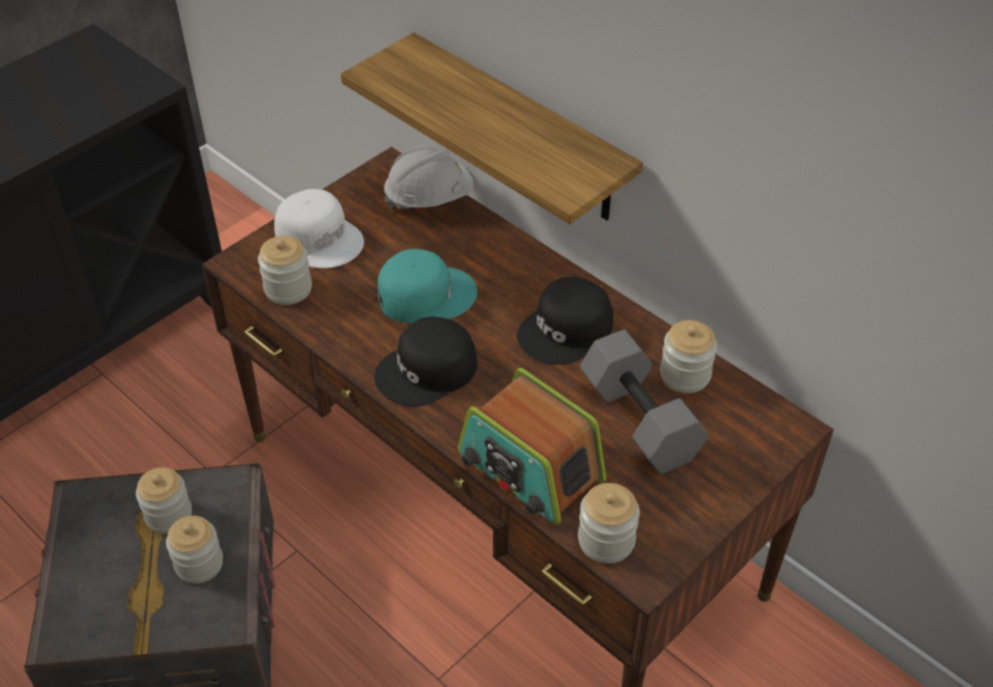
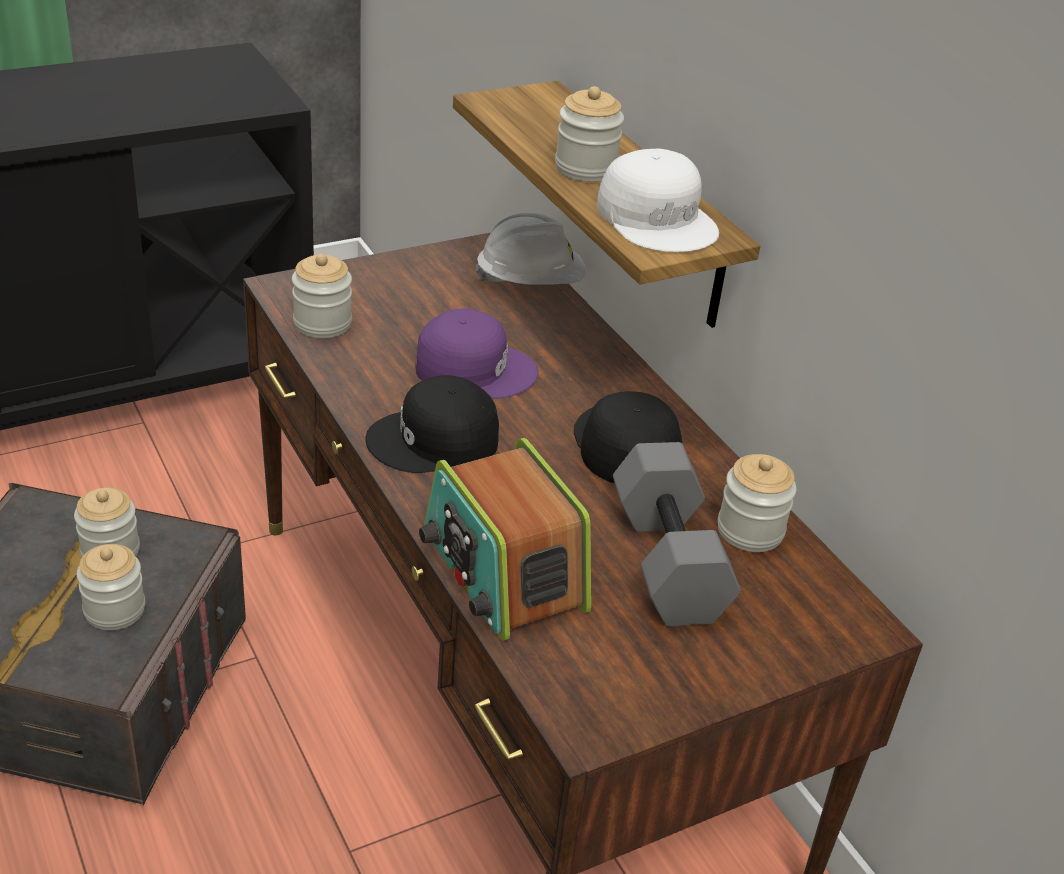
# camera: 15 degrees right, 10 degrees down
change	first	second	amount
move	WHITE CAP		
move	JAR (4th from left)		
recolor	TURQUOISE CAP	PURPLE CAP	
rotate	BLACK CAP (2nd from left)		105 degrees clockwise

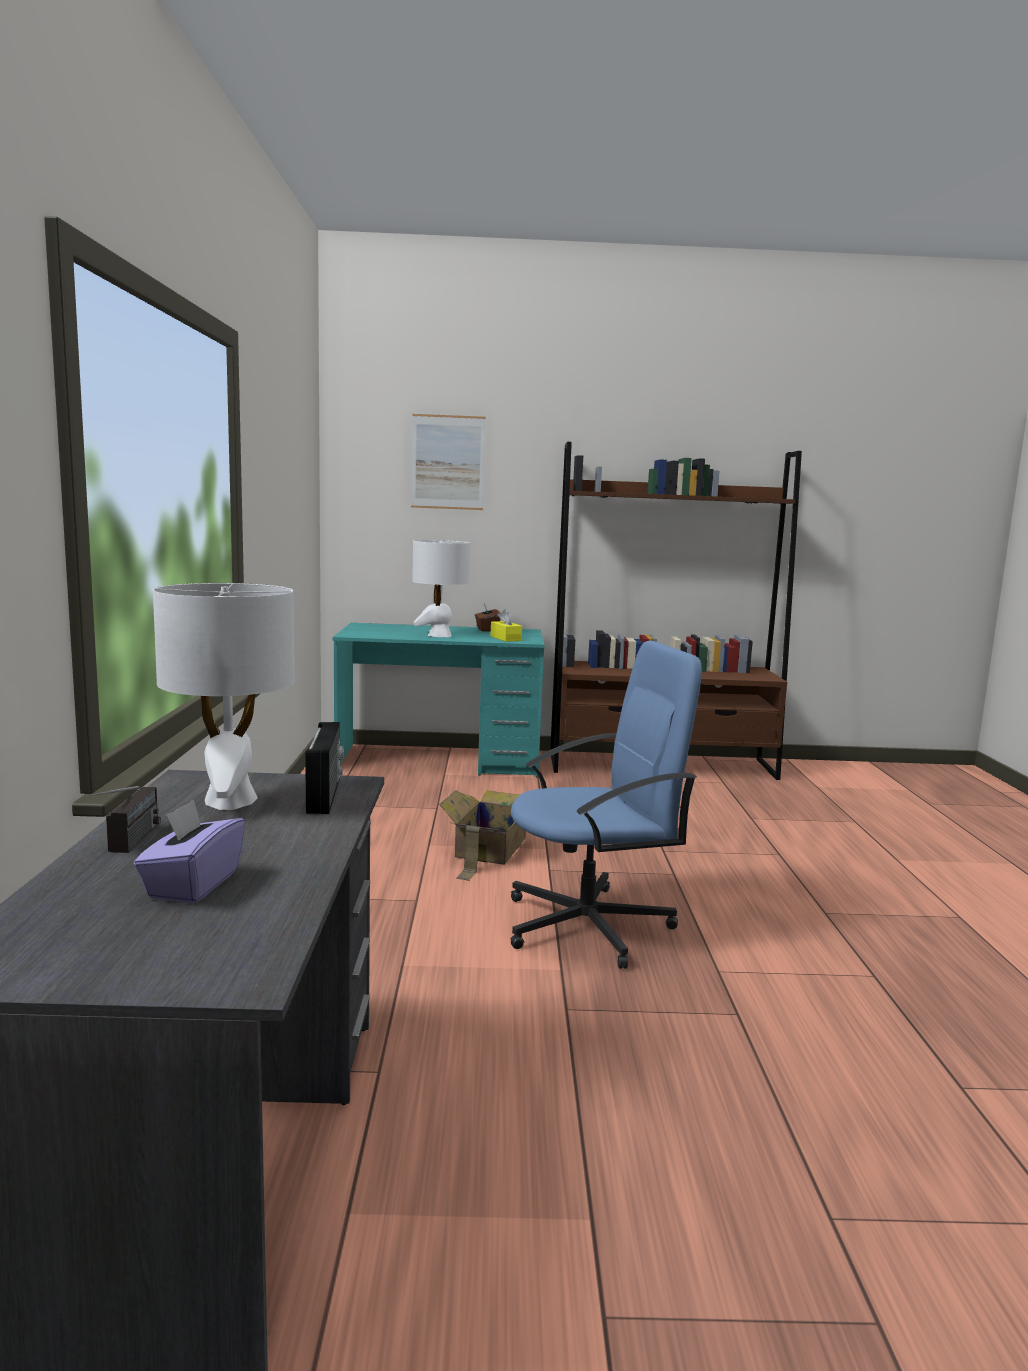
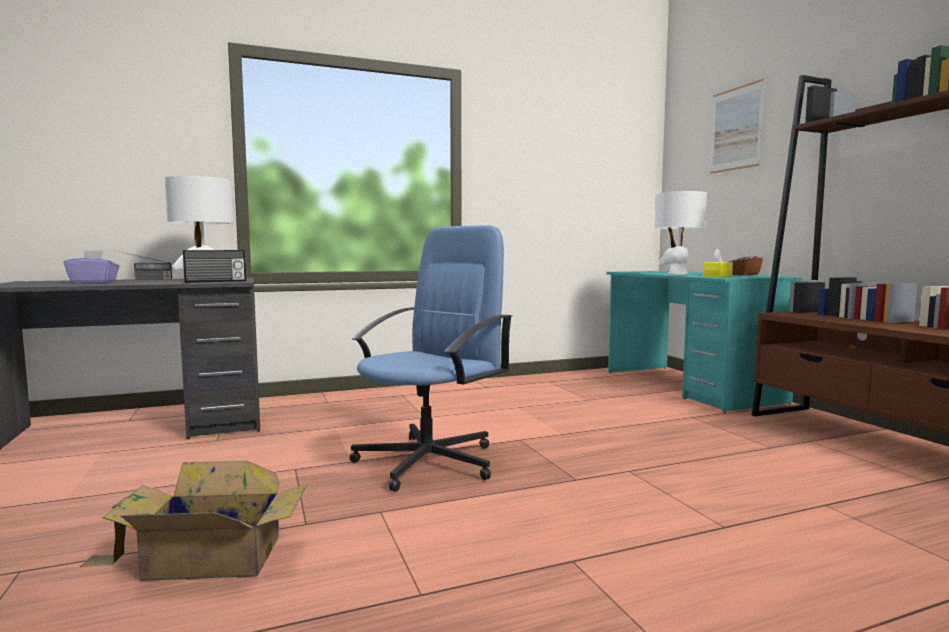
# camera: 70 degrees right, 5 degrees down
change	first	second	amount
move	CARDBOARD BOX		
rotate	BLUE OFFICE CHAIR		105 degrees counterclockwise

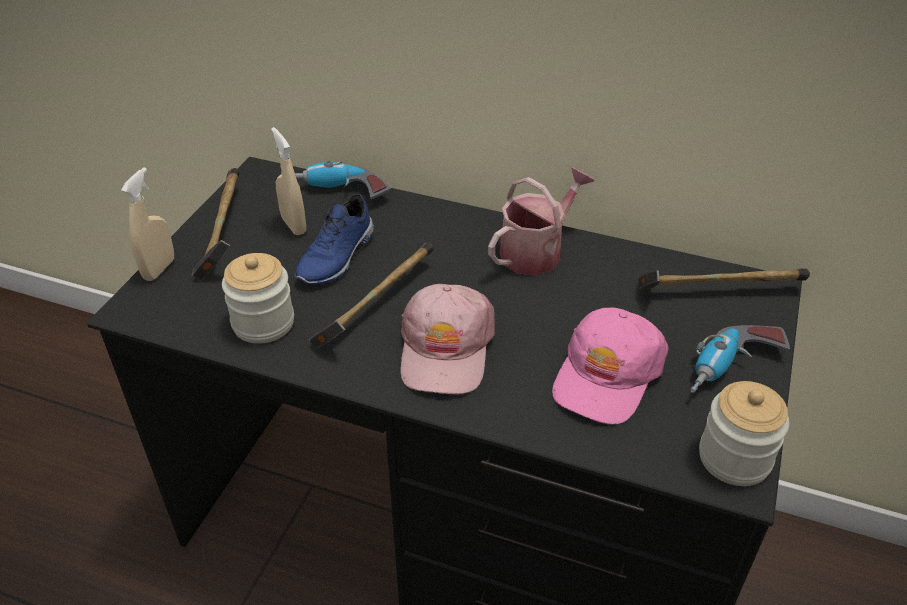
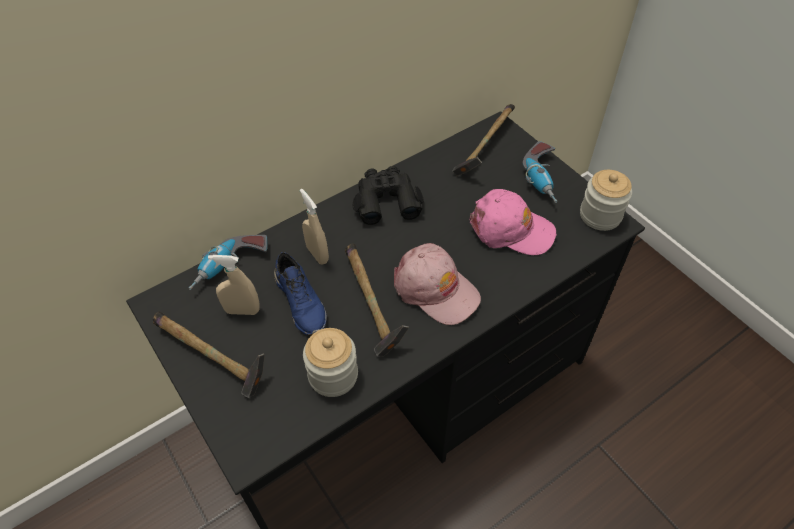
# camera: 55 degrees left, 10 degrees up
change	first	second	amount
move	BEIGE SPRAY BOTTLE (1st from left in the first image)	BEIGE SPRAY BOTTLE (2nd from left)	
replace	WATERING CAN	BLACK BINOCULARS	
rotate	PINK CAP (2nd from left)		45 degrees counterclockwise

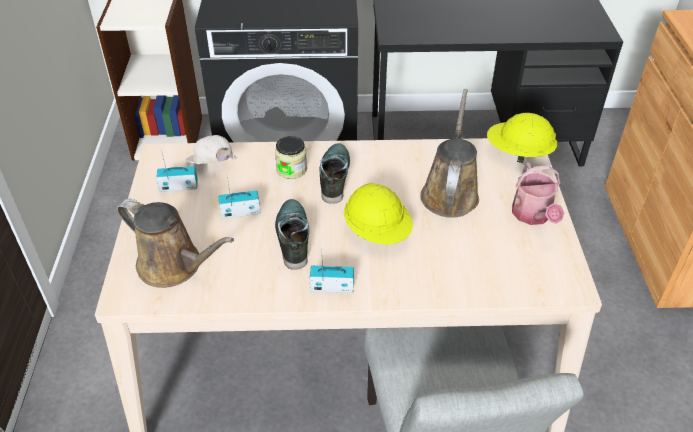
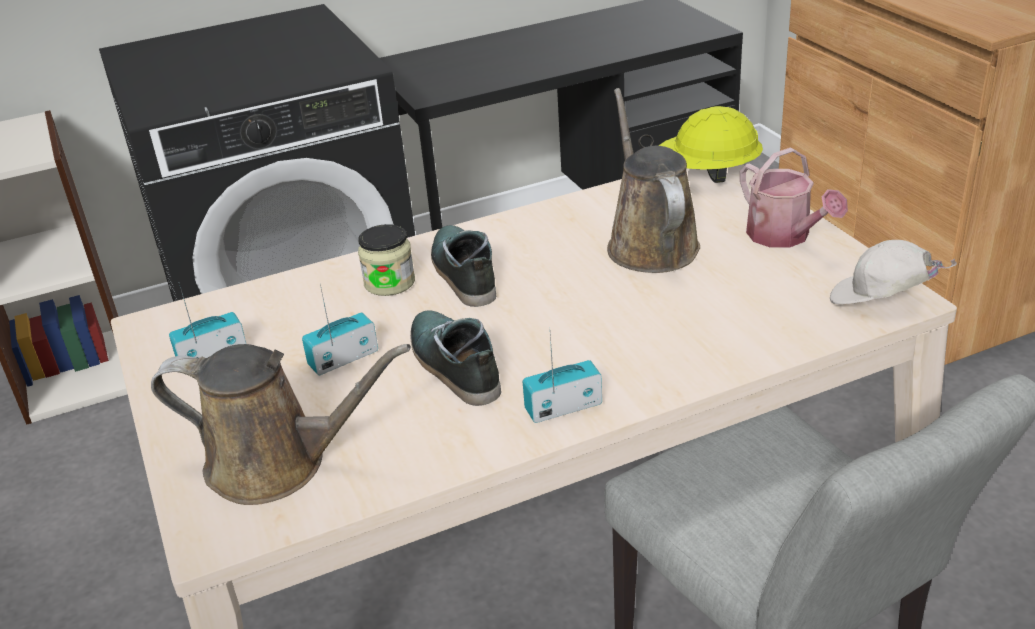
# camera: 20 degrees left, 10 degrees down
change	first	second	amount
delete	YELLOW HARD HAT (1st from left)		
move	WHITE CAP		

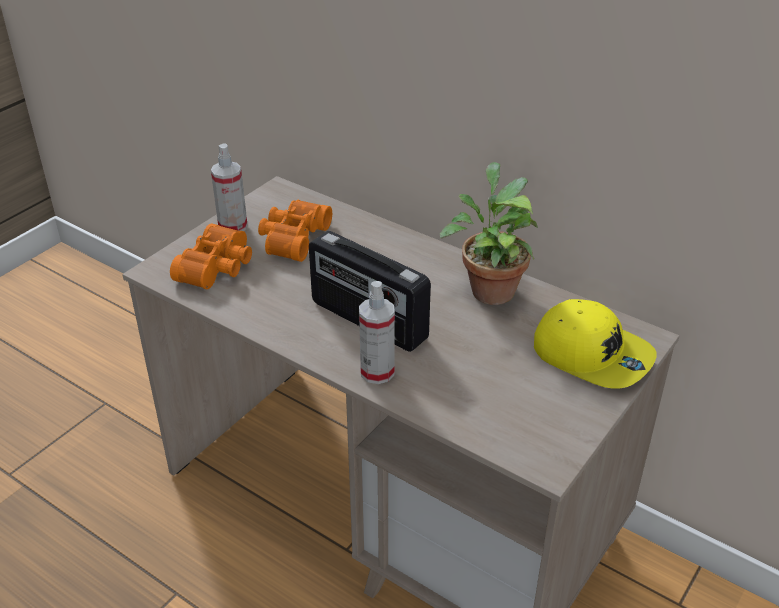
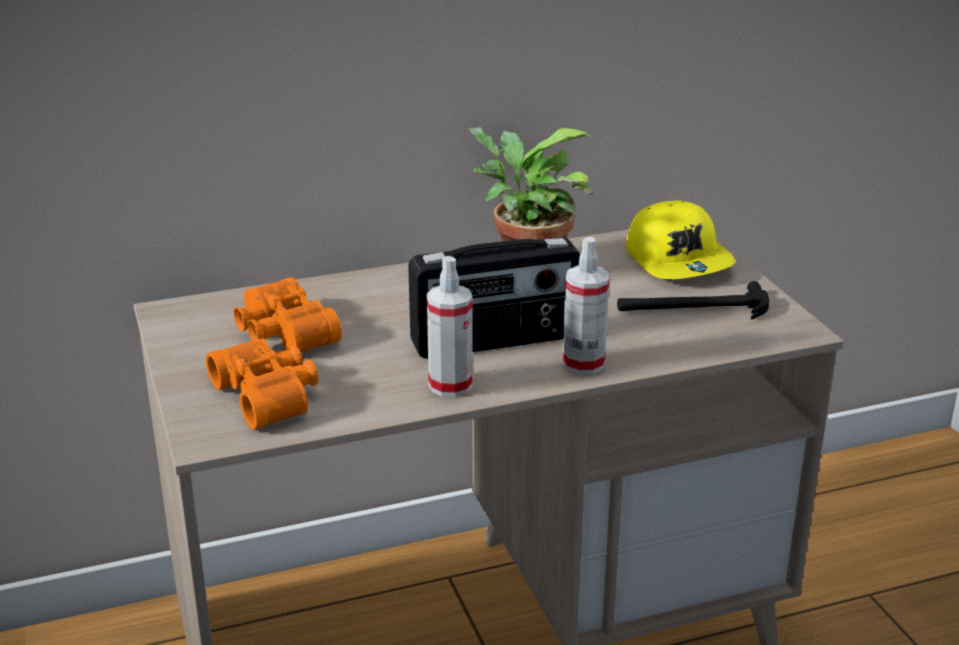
# camera: 55 degrees left, 10 degrees down
change	first	second	amount
insert		HAMMER	
move	SPRAY BOTTLE (1st from left)		
rotate	YELLOW CAP		90 degrees clockwise

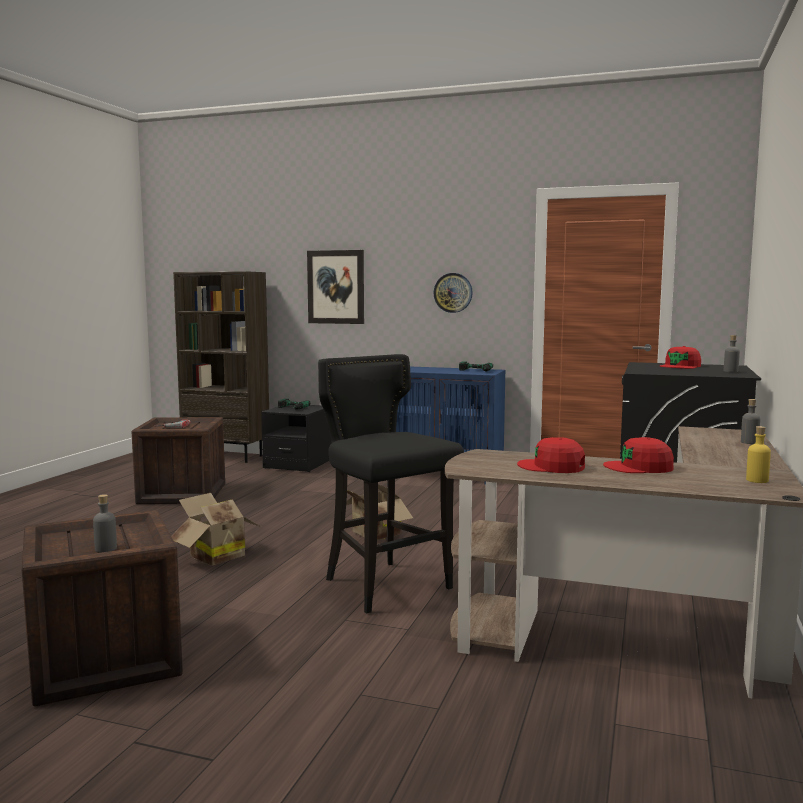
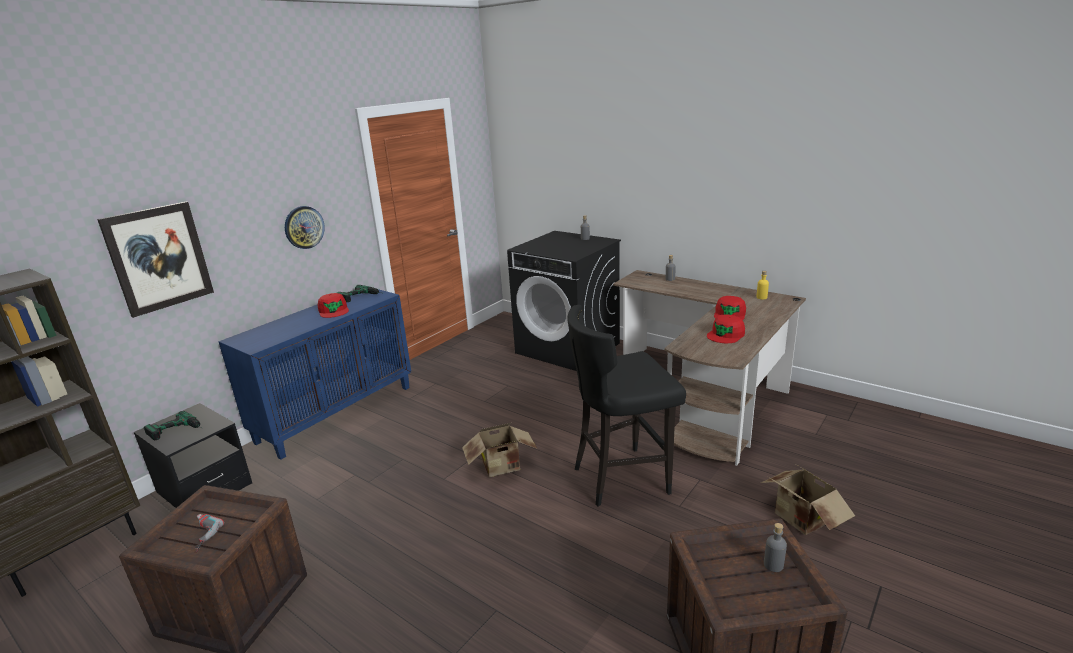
# camera: 70 degrees left, 15 degrees up
change	first	second	amount
move	CARDBOARD BOX (1st from left in the first image)	CARDBOARD BOX (2nd from left)	
move	RED CAP (3rd from left in the first image)	RED CAP (1st from left)	

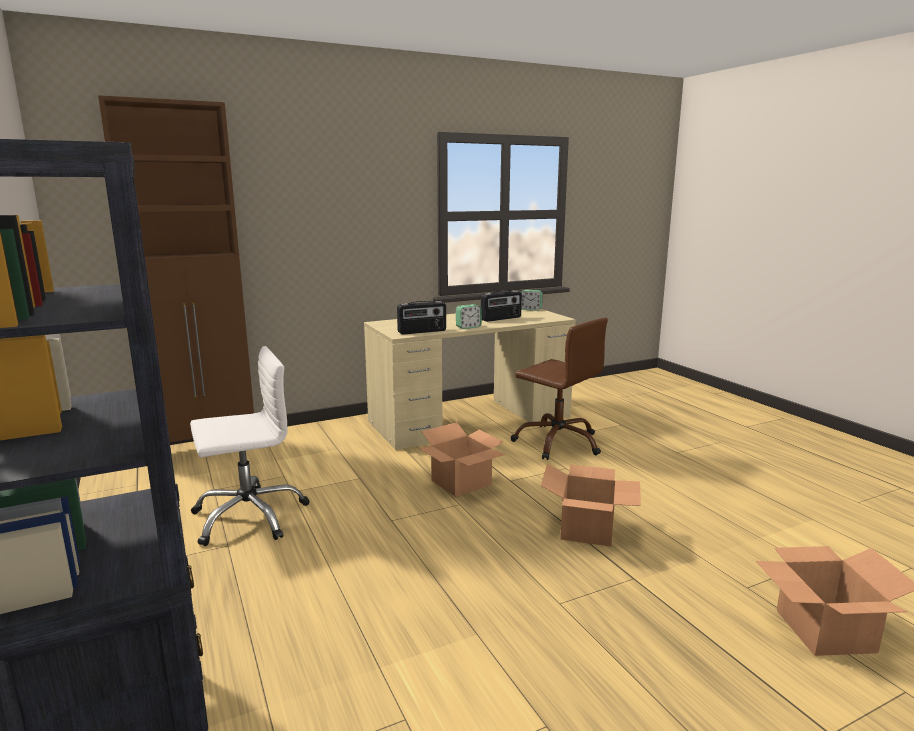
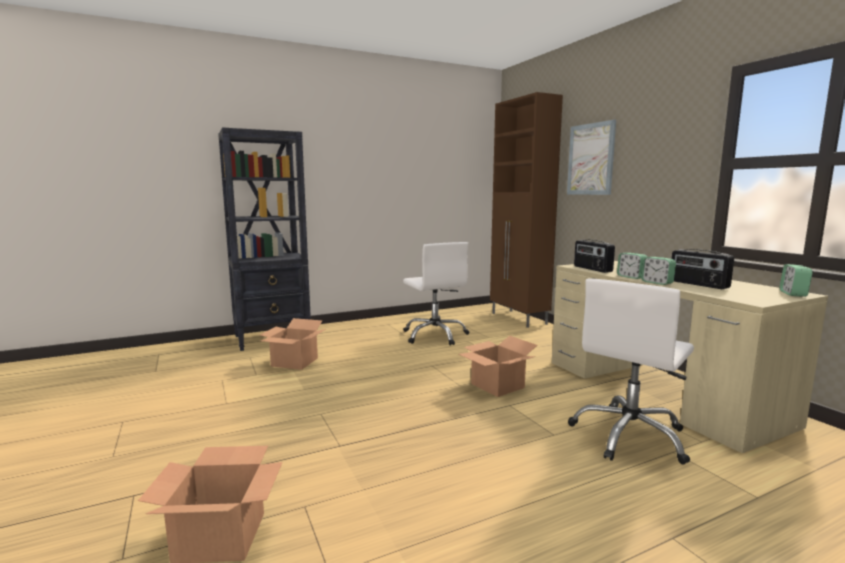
# camera: 90 degrees right, 5 degrees down
change	first	second	amount
insert		PICTURE	
insert		ALARM CLOCK (2nd from left)	
move	CARDBOARD BOX (2nd from left)		
recolor	BROWN OFFICE CHAIR	WHITE OFFICE CHAIR (2nd from left)	

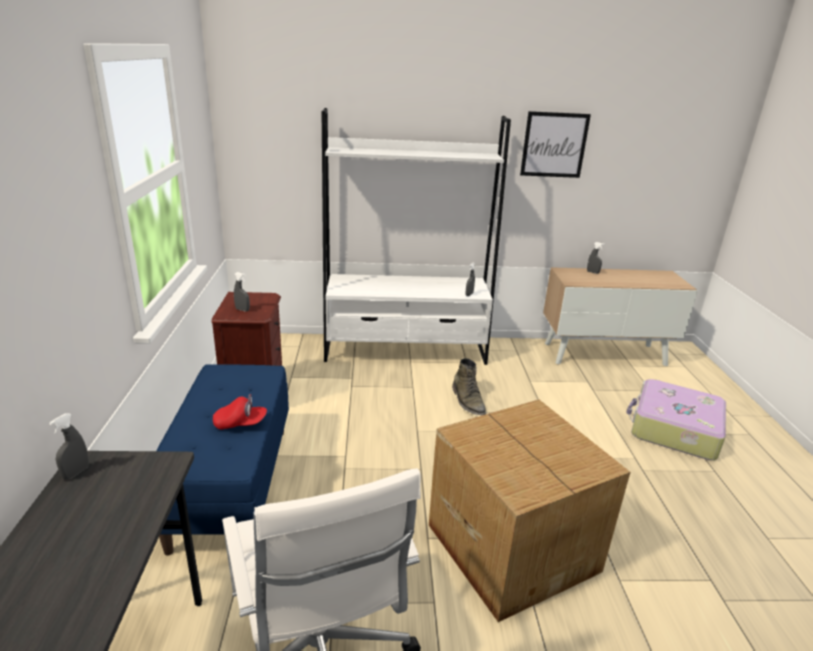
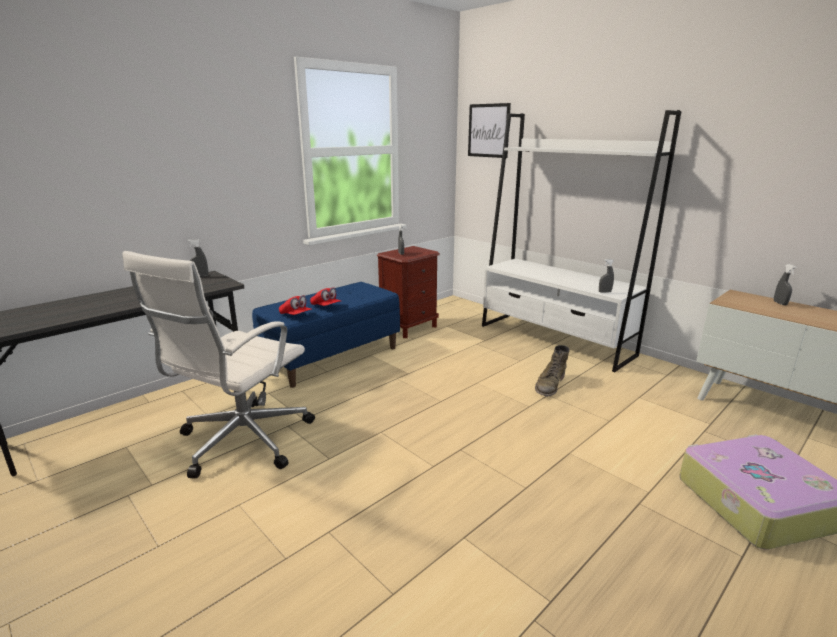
# camera: 50 degrees right, 5 degrees down
change	first	second	amount
delete	CARDBOARD BOX		
insert		RED CAP (1st from left)	
move	PICTURE		

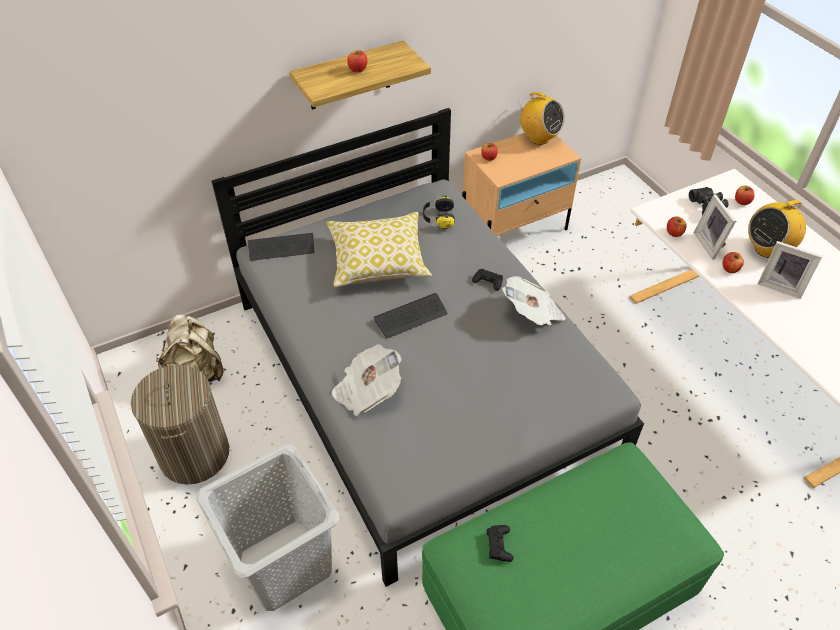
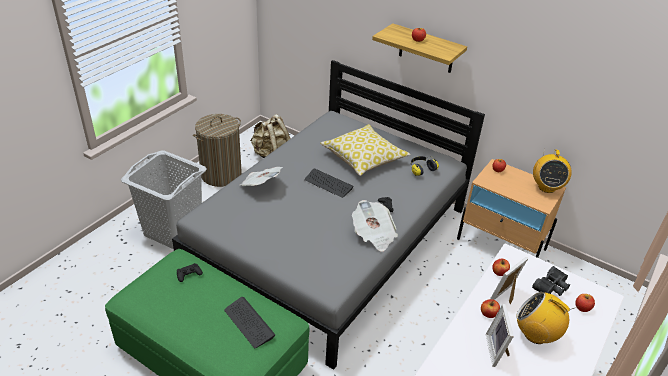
# camera: 60 degrees right, 10 degrees down
change	first	second	amount
move	KEYBOARD (1st from left)		

